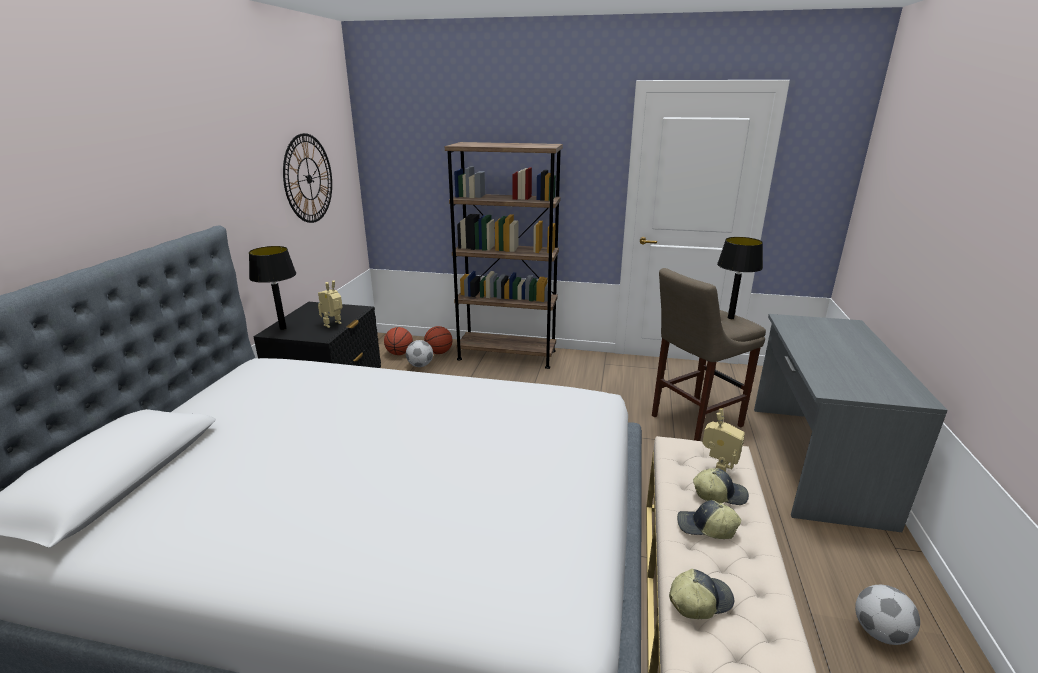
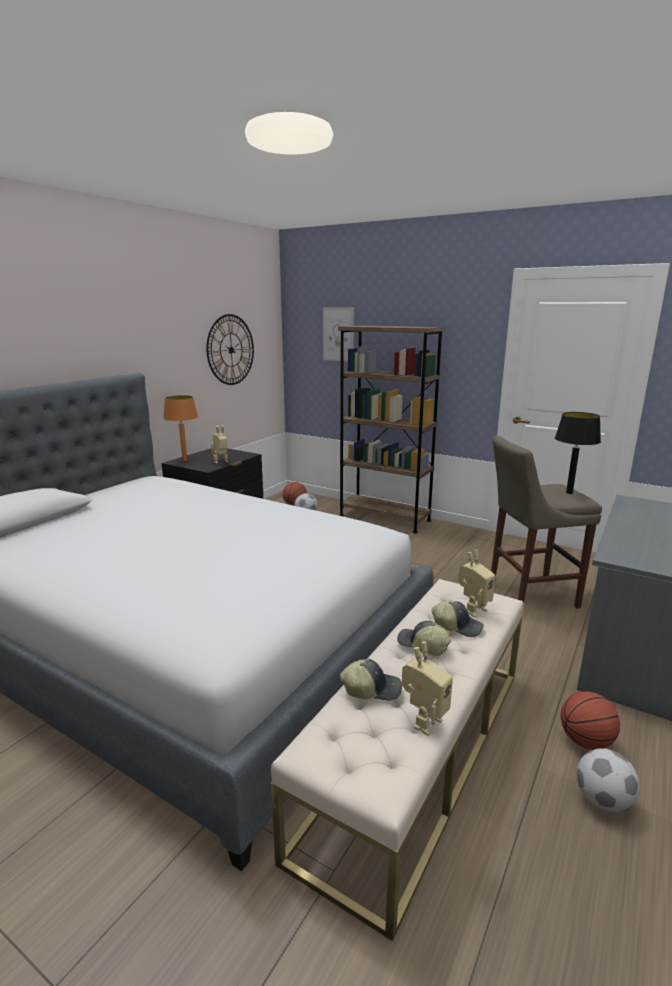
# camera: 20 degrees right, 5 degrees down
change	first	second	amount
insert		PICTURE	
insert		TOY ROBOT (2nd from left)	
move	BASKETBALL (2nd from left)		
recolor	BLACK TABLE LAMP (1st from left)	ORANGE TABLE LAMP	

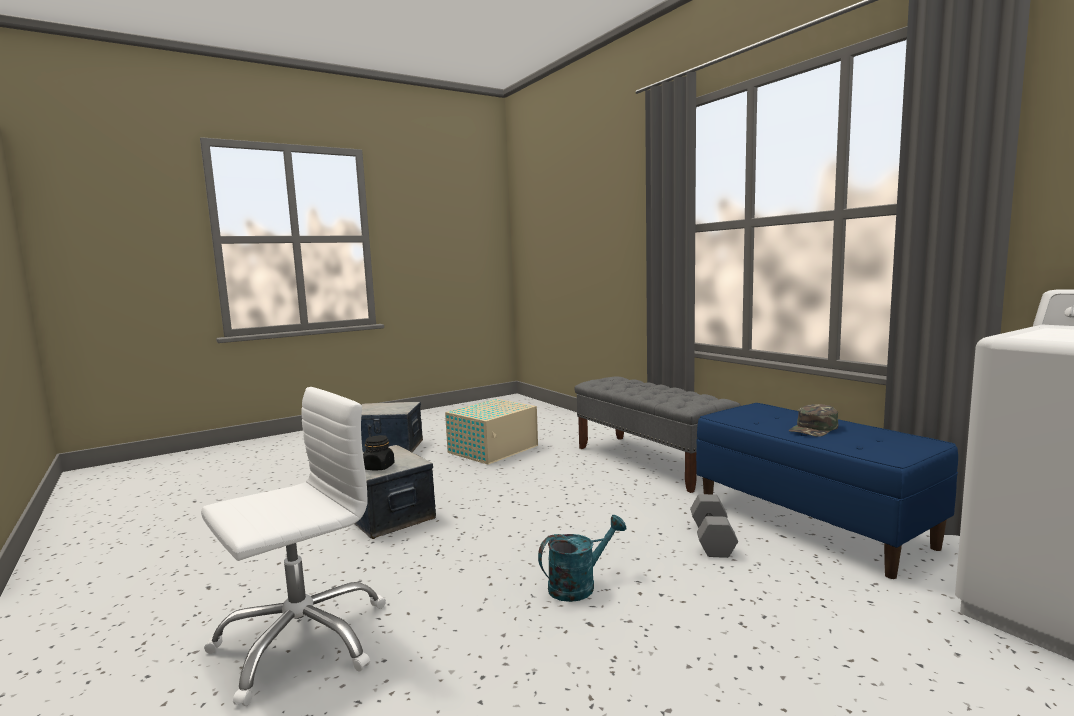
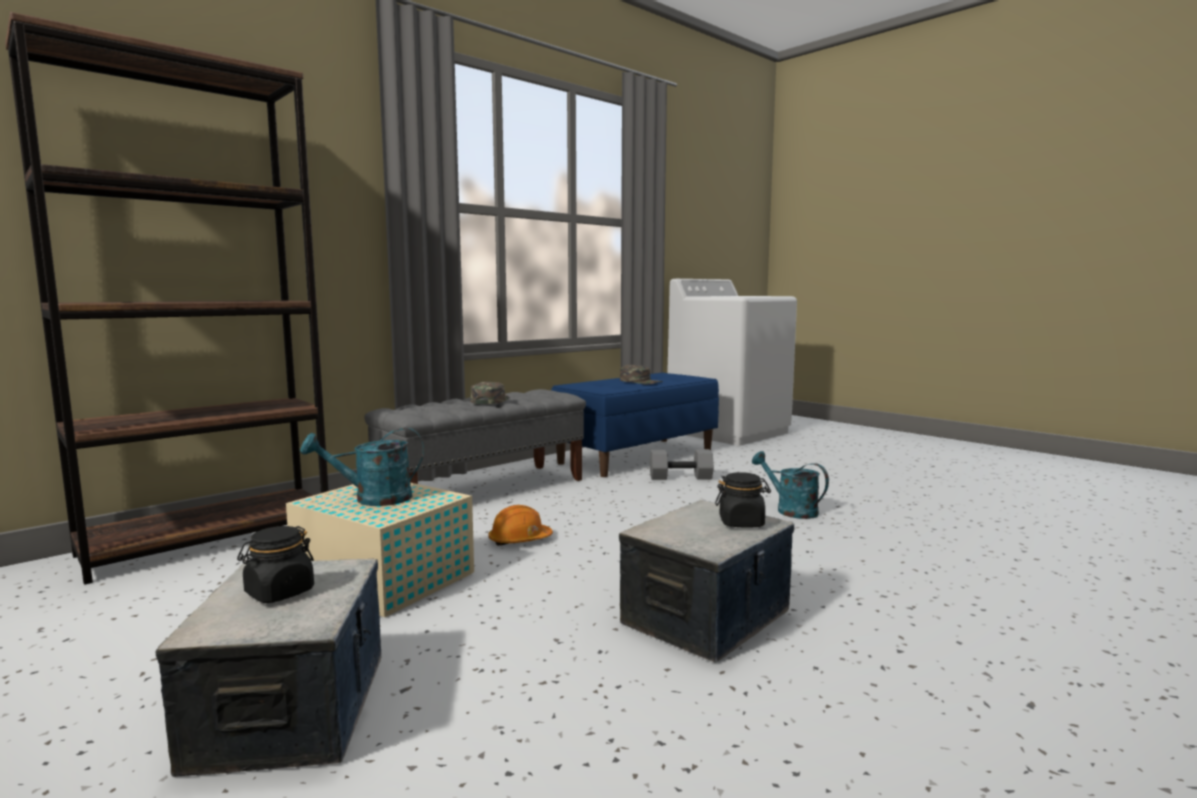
# camera: 100 degrees left, 0 degrees up
change	first	second	amount
delete	WHITE OFFICE CHAIR		
insert		BROWN BOOKCASE	
insert		BLACK JAR (1st from left)	
insert		TURQUOISE WATERING CAN (1st from left)	
insert		GREEN CAP (1st from left)	
insert		ORANGE HARD HAT	

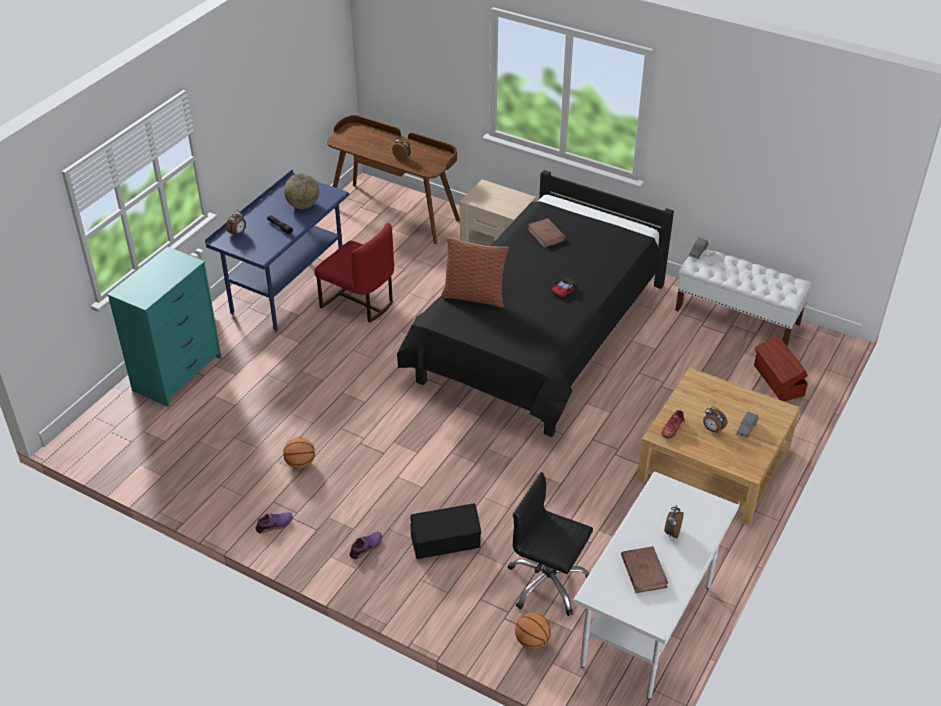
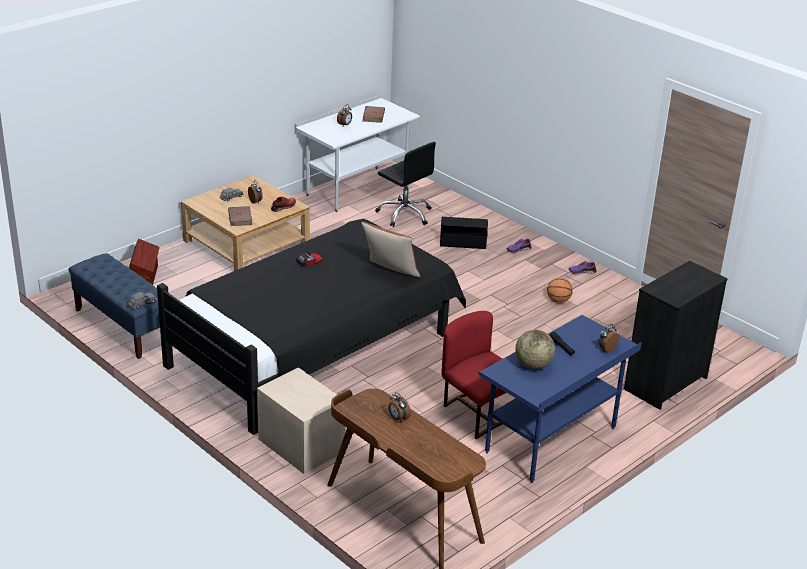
# camera: 165 degrees left, 10 degrees down
change	first	second	amount
delete	BASKETBALL (2nd from left)		
move	BROWN BOOK (1st from left)		
recolor	TURQUOISE DRESSER	BLACK DRESSER	
recolor	WHITE BENCH	BLUE BENCH	

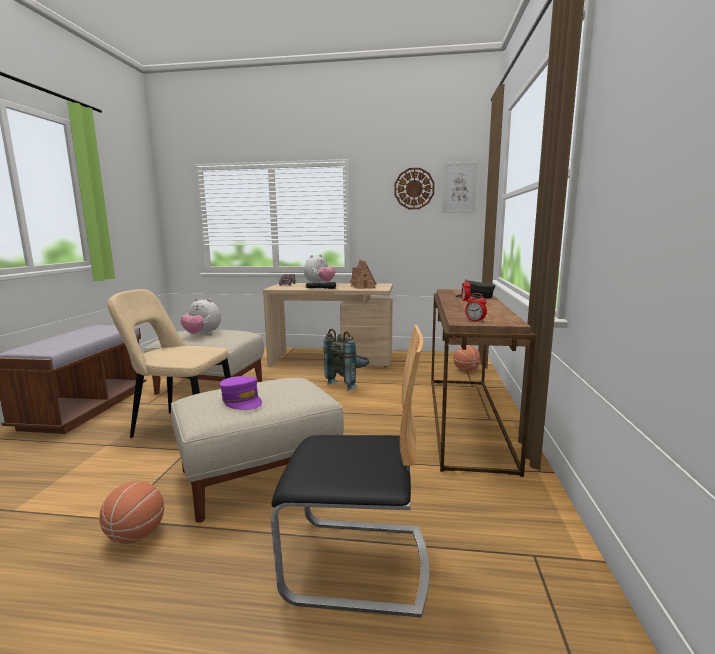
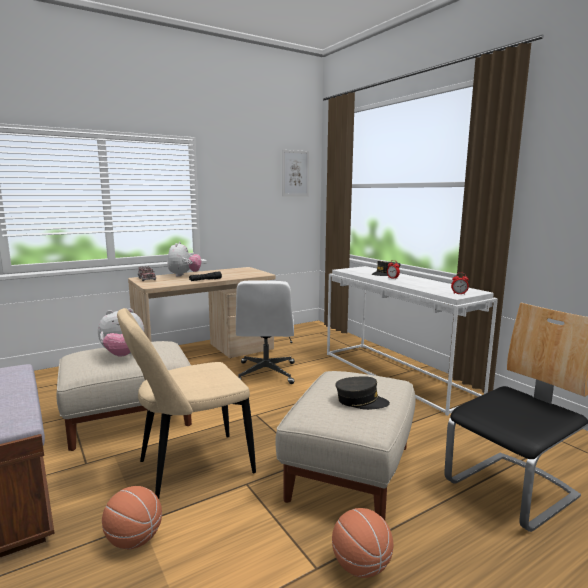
# camera: 40 degrees left, 0 degrees up
change	first	second	amount
delete	TOY HOUSE		
delete	WALL CLOCK		
move	BASKETBALL (2nd from left in the first image)	BASKETBALL (1st from left)	
replace	GREY BACKPACK	WHITE OFFICE CHAIR	
recolor	PURPLE CAP	GREY CAP (1st from left)	
recolor	BROWN CONSOLE TABLE	WHITE CONSOLE TABLE	

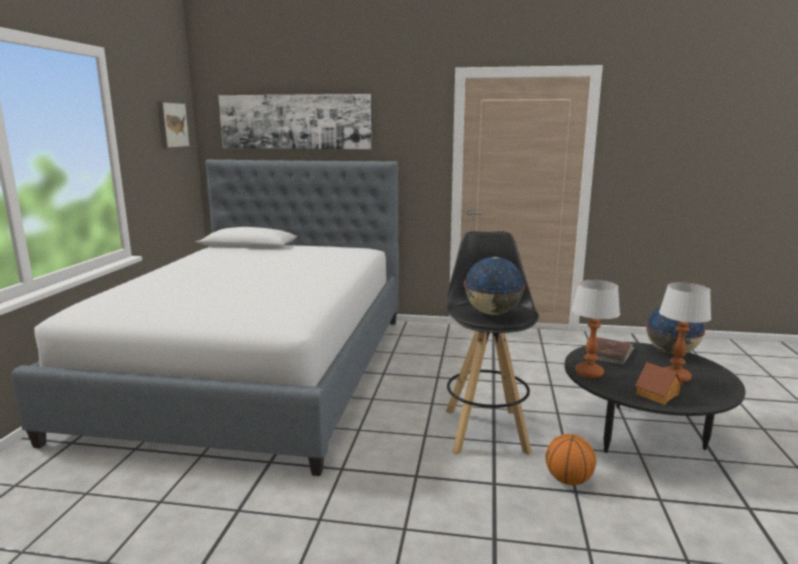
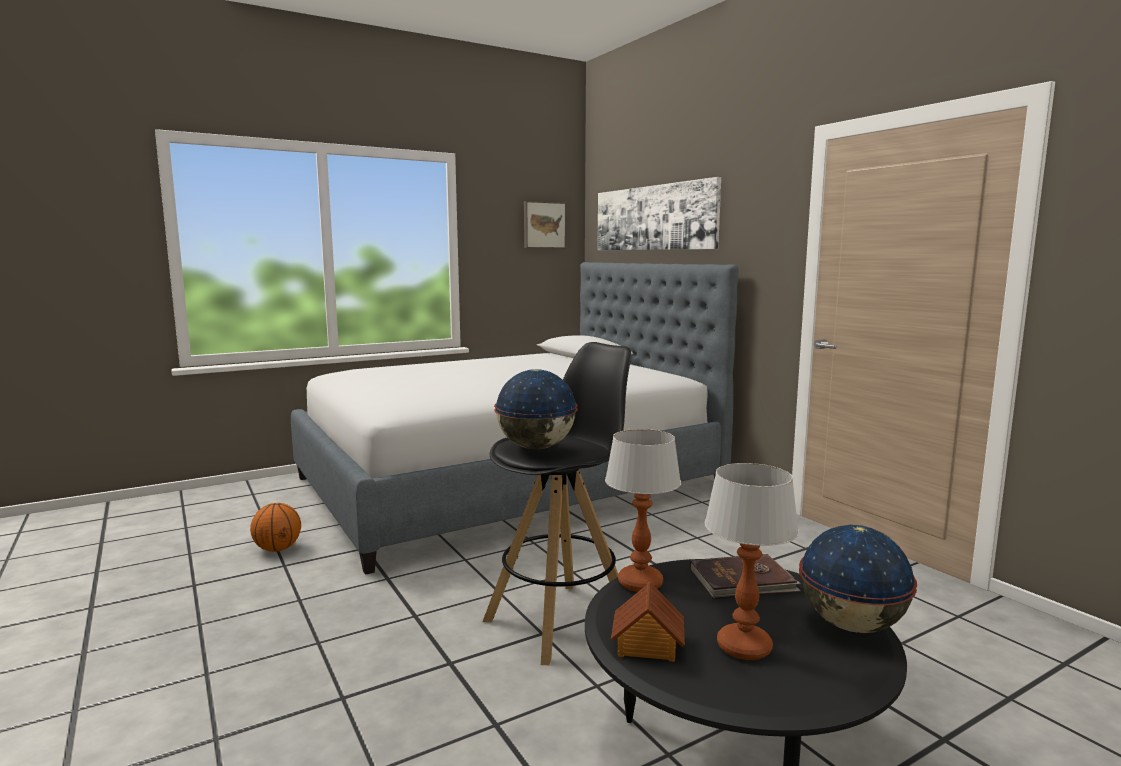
# camera: 50 degrees right, 5 degrees down
change	first	second	amount
move	BASKETBALL		

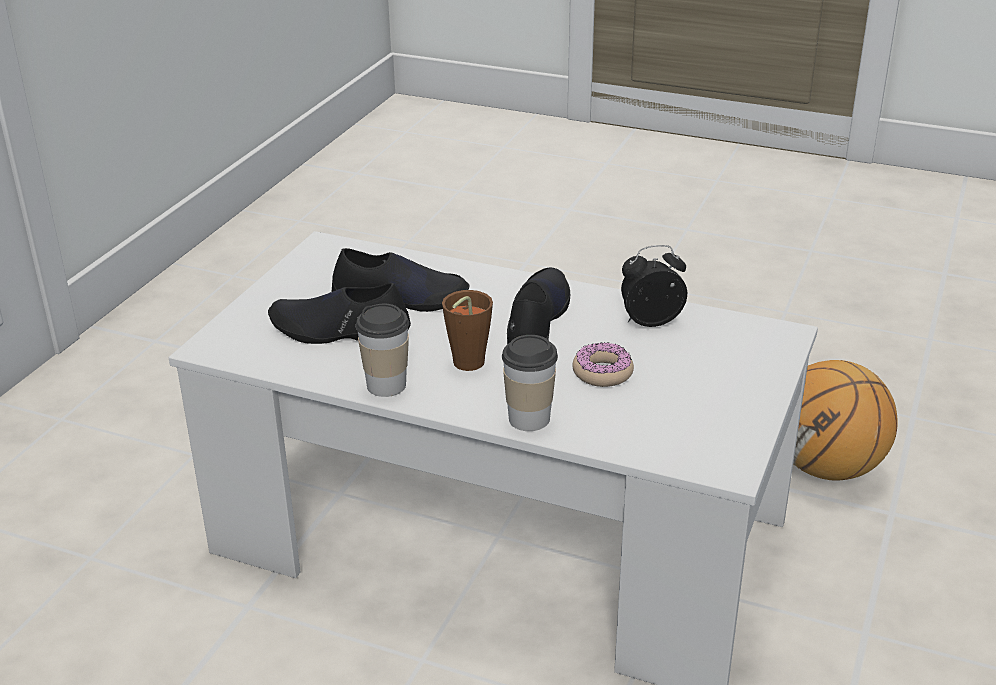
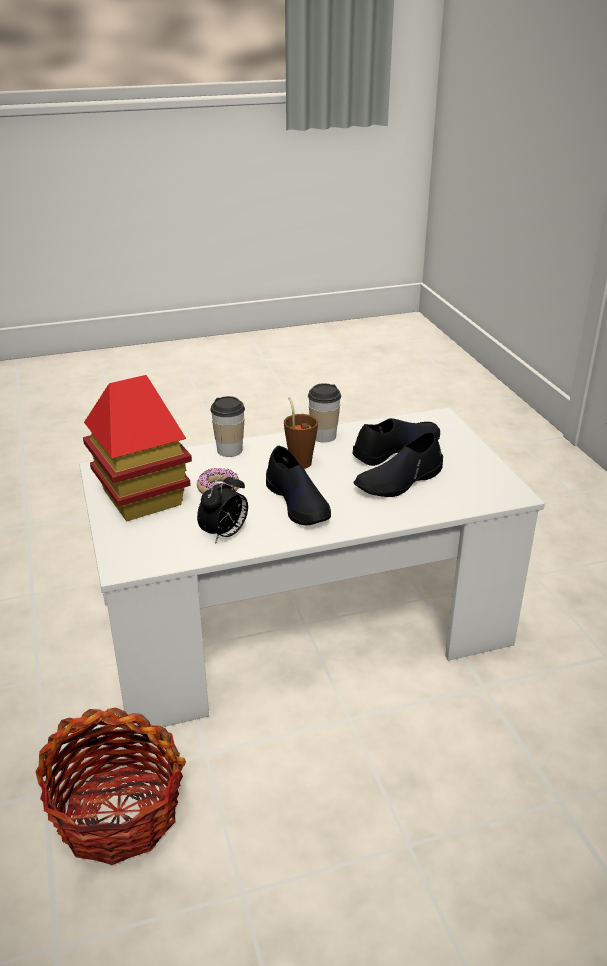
# camera: 140 degrees right, 0 degrees up
change	first	second	amount
insert		TOY HOUSE	
replace	BASKETBALL	BASKET	

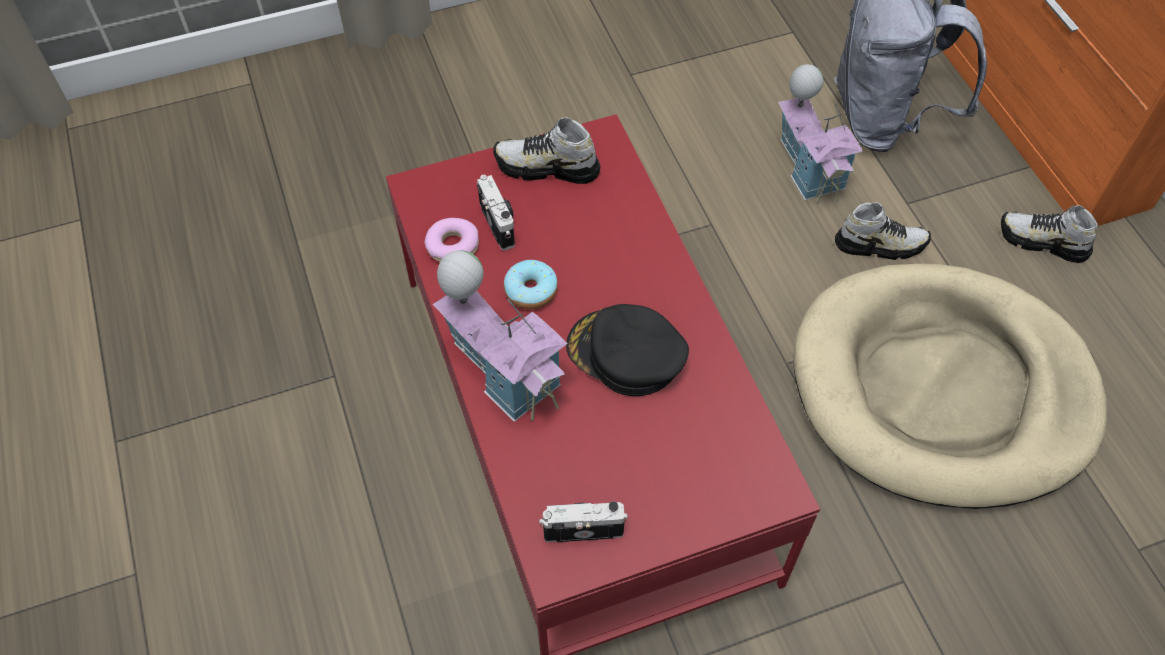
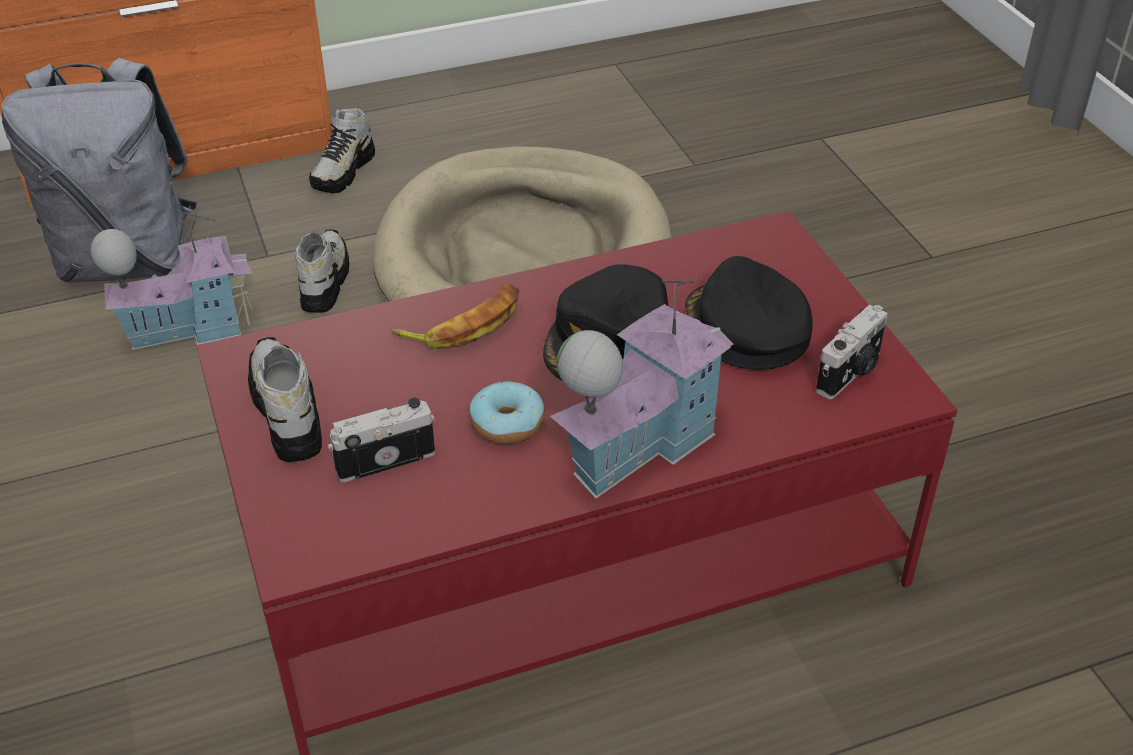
# camera: 90 degrees left, 15 degrees down
change	first	second	amount
delete	DONUT (1st from left)		
insert		BANANA	
insert		BLACK CAP (2nd from left)	
rotate	SHOE (1st from left)		150 degrees clockwise
rotate	PHOTO CAMERA (2nd from left)		135 degrees counterclockwise

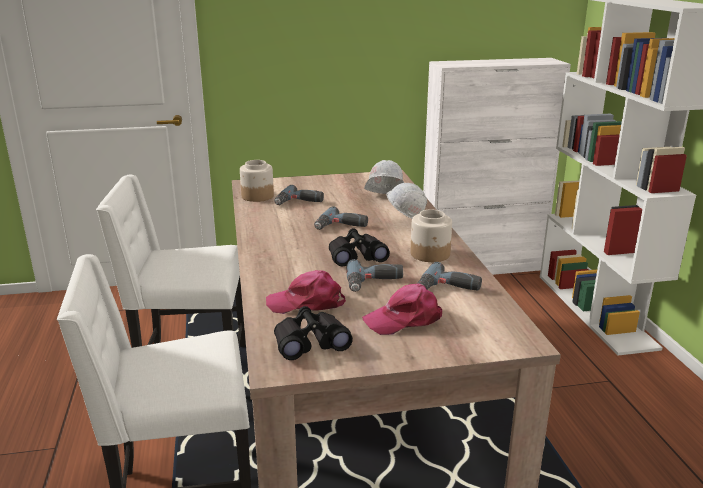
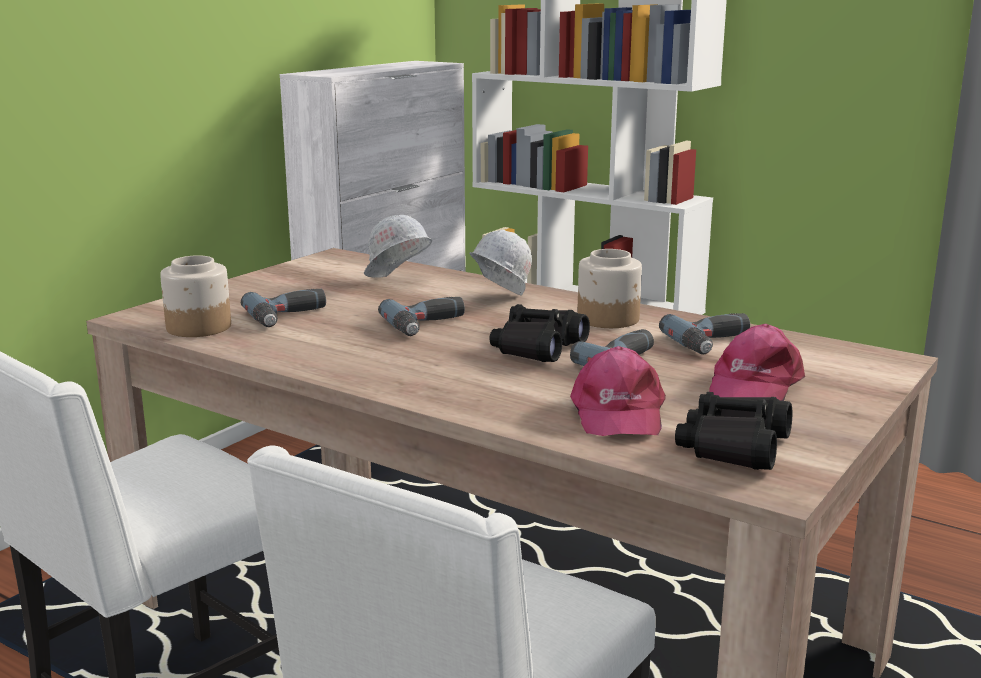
# camera: 45 degrees left, 5 degrees down
change	first	second	amount
rotate	PINK CAP (1st from left)		45 degrees counterclockwise

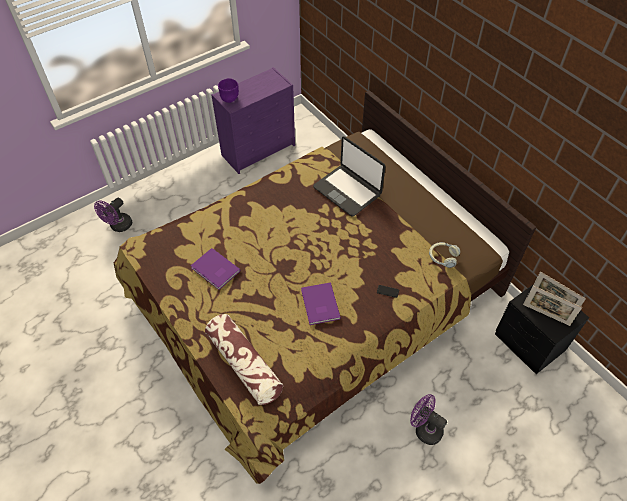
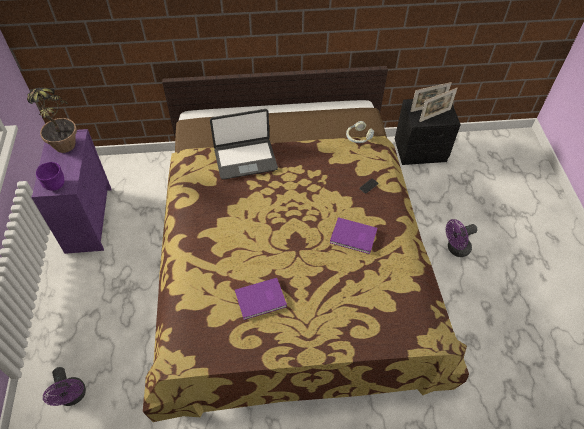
# camera: 60 degrees left, 0 degrees up
change	first	second	amount
delete	PILLOW		
insert		POTTED PLANT	

